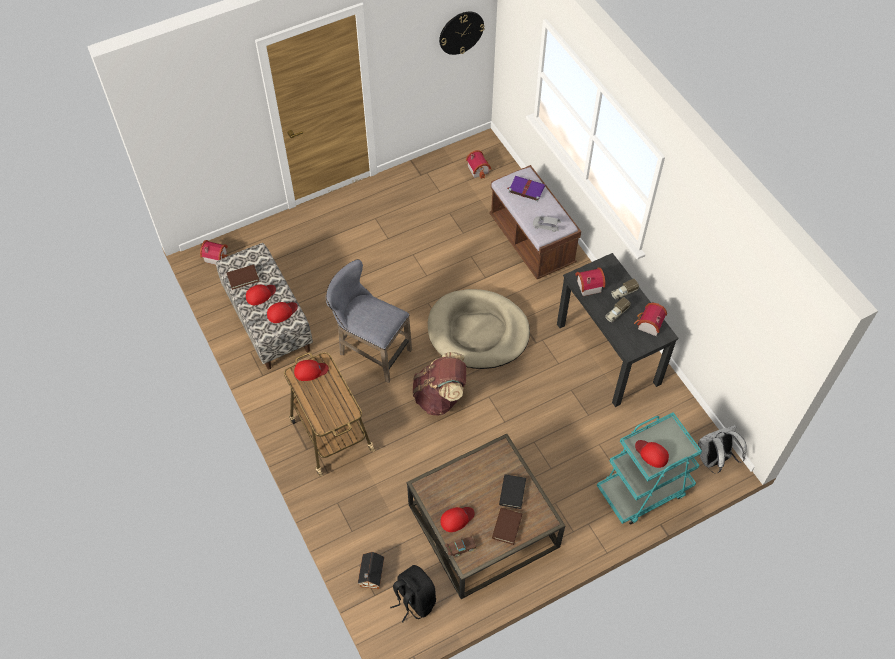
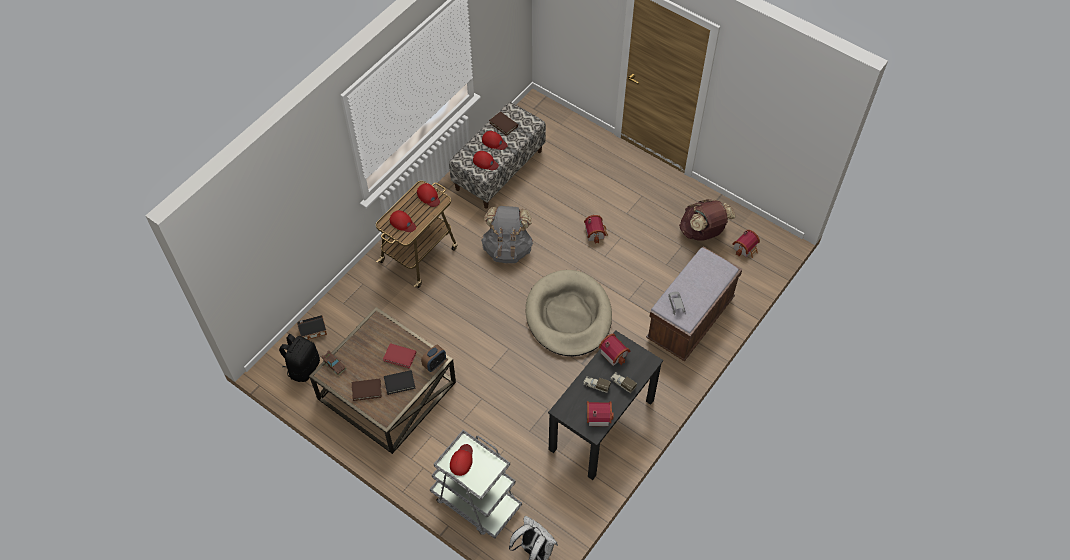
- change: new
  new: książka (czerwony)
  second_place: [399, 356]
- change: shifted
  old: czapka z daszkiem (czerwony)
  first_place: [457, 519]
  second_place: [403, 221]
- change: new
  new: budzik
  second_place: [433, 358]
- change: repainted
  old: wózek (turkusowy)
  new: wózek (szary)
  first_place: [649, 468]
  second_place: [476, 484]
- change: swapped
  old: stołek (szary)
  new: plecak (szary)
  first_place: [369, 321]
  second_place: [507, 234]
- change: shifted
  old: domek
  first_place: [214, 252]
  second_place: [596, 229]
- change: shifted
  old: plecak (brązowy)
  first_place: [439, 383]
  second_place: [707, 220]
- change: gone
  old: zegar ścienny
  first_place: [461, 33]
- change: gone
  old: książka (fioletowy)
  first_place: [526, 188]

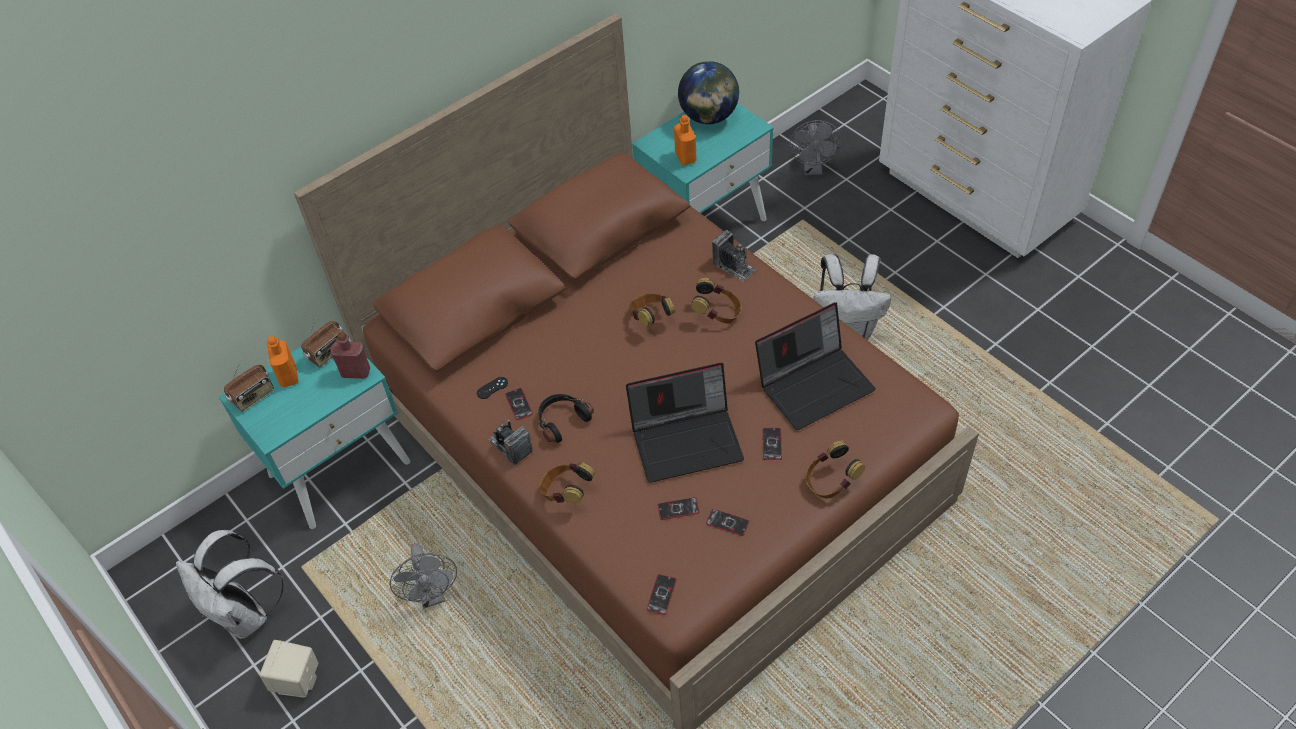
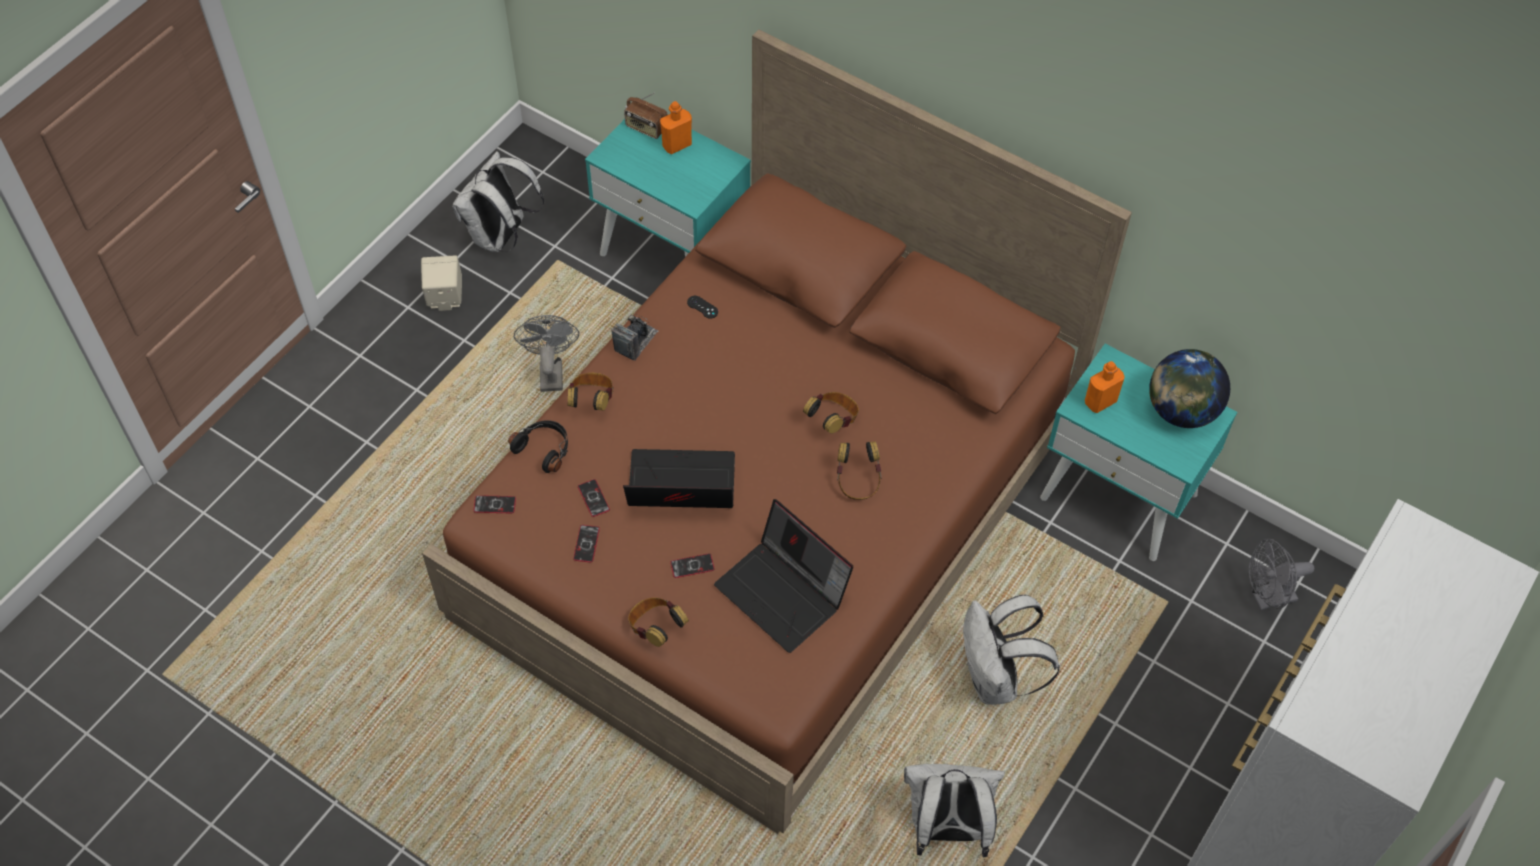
- change: shifted
  old: słuchawki (czarny)
  first_place: [566, 418]
  second_place: [538, 446]
- change: rotated
  old: wentylator (szary)
  first_place: [423, 576]
  second_place: [546, 353]
  degrees: 120
- change: rotated
  old: laptop
  first_place: [685, 423]
  second_place: [679, 478]
  degrees: 120
- change: new
  new: plecak (biały)
  second_place: [954, 810]
- change: gone
  old: radio
  first_place: [322, 341]
- change: gone
  old: butelka (czerwony)
  first_place: [350, 355]
- change: gone
  old: telefon
  first_place: [519, 404]
- change: gone
  old: aparat fotograficzny
  first_place: [734, 256]

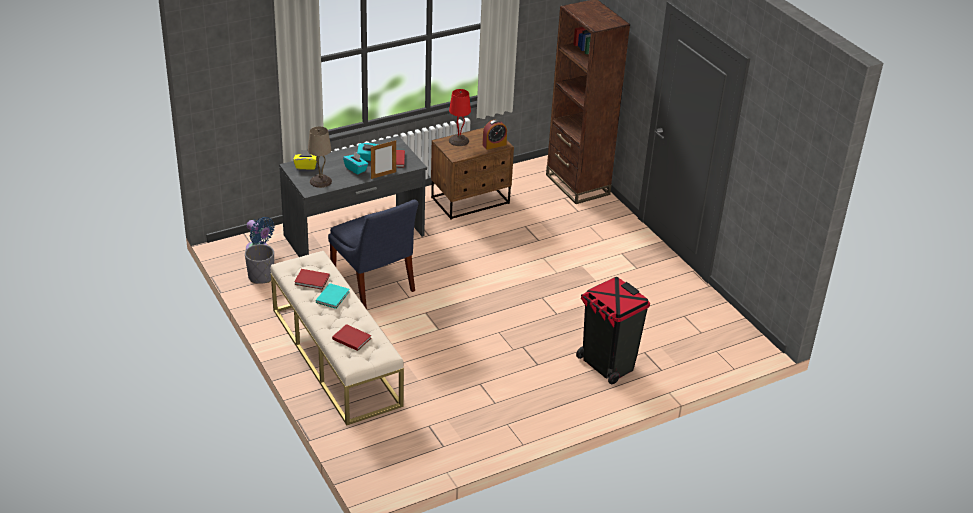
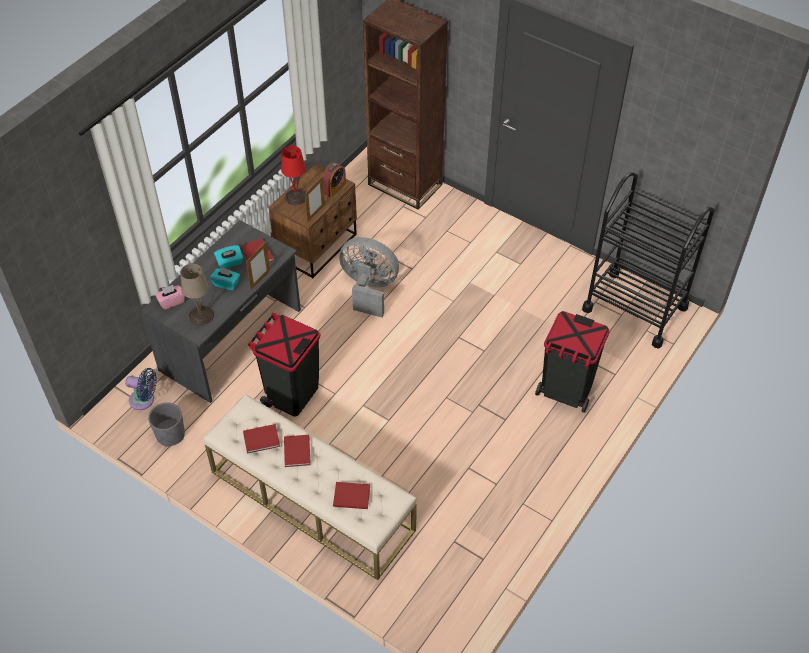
- change: repainted
  old: pudełko chusteczek (żółty)
  new: pudełko chusteczek (różowy)
  first_place: [305, 160]
  second_place: [170, 297]
- change: swapped
  old: krzesło (niebieski)
  new: kosz na śmieci (czarny)
  first_place: [373, 254]
  second_place: [284, 365]
- change: repainted
  old: książka (turkusowy)
  new: książka (czerwony)
  first_place: [332, 296]
  second_place: [297, 451]
- change: new
  new: ramka na zdjęcie
  second_place: [315, 199]
- change: new
  new: wentylator (szary)
  second_place: [369, 277]
- change: new
  new: wózek (czarny)
  second_place: [648, 260]

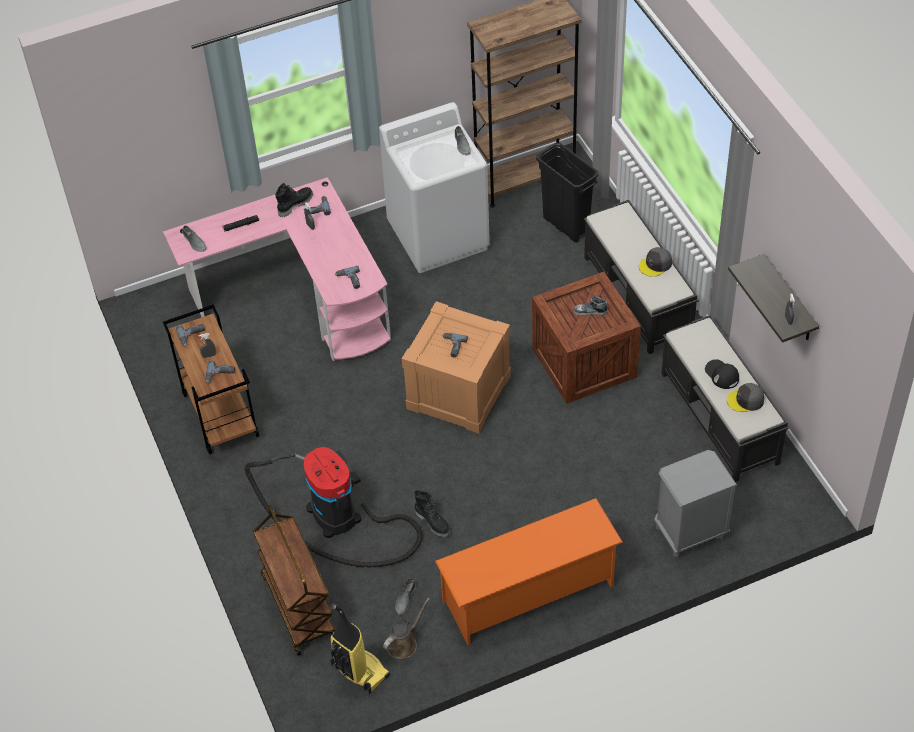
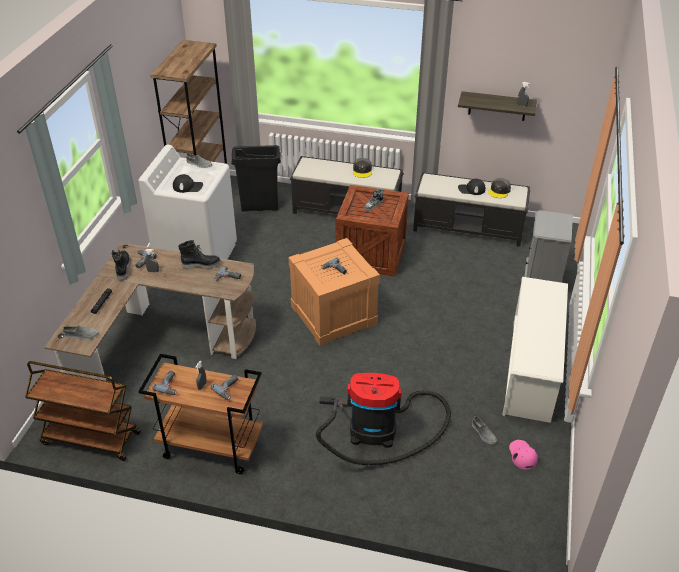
- change: shifted
  old: wózek (brązowy)
  first_place: [294, 580]
  second_place: [83, 411]
- change: repainted
  old: biurko (różowy)
  new: biurko (brązowy)
  first_place: [277, 269]
  second_place: [150, 312]
- change: new
  new: czapka z daszkiem (czarny)
  second_place: [188, 183]
- change: shifted
  old: but z cholewką (czarny)
  first_place: [432, 513]
  second_place: [199, 254]
- change: repainted
  old: regał na buty (pomarańczowy)
  new: regał na buty (biały)
  first_place: [529, 571]
  second_place: [535, 350]
- change: swapped
  old: konewka (brązowy)
  new: czapka z daszkiem (różowy)
  first_place: [406, 628]
  second_place: [523, 455]
- change: gone
  old: odkurzacz
  first_place: [360, 649]

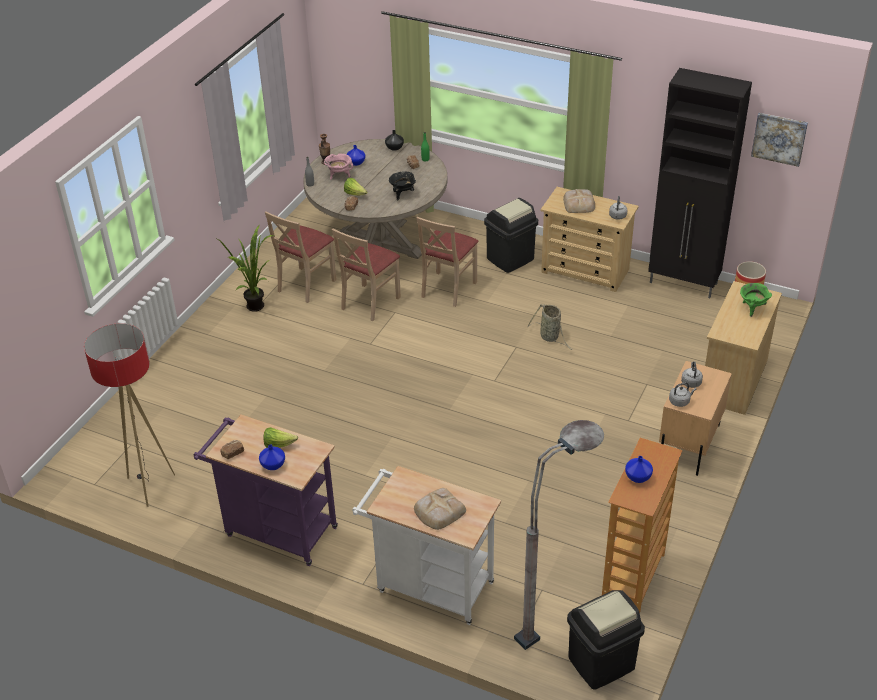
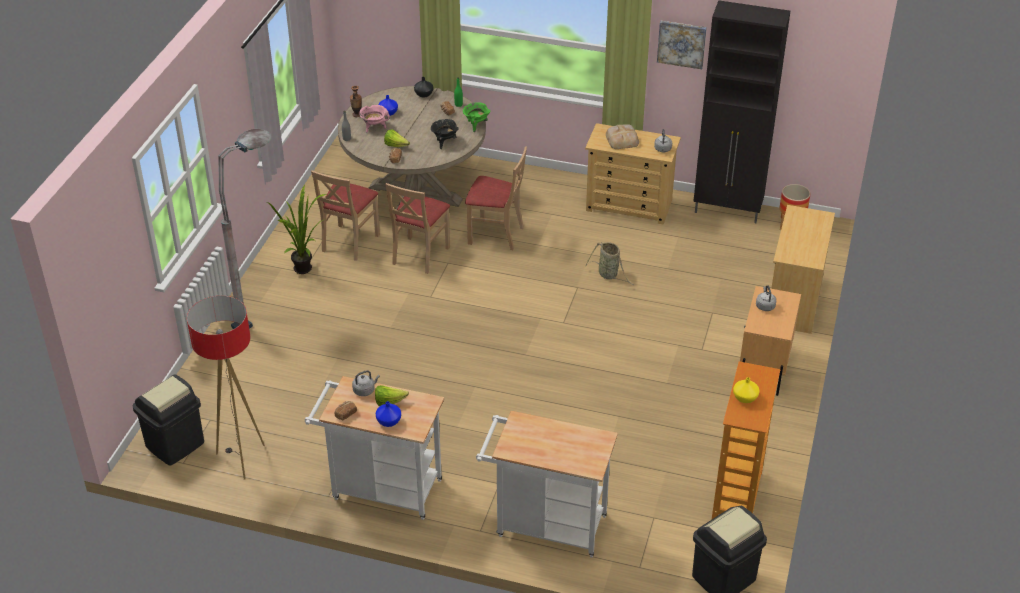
- change: shifted
  old: kosz na śmieci (czarny)
  first_place: [511, 235]
  second_place: [168, 420]
- change: shifted
  old: lampa stojąca (szary)
  first_place: [559, 535]
  second_place: [245, 229]
- change: repainted
  old: wózek (fioletowy)
  new: wózek (biały)
  first_place: [266, 490]
  second_place: [374, 448]
- change: shifted
  old: czajnik (szary)
  first_place: [682, 394]
  second_place: [366, 383]
- change: shifted
  old: garnek (zielony)
  first_place: [756, 300]
  second_place: [477, 117]
- change: rotated
  old: krzesło (beżowy)
  first_place: [447, 262]
  second_place: [496, 198]
  degrees: -90
- change: shifted
  old: obraz
  first_place: [779, 140]
  second_place: [682, 45]
- change: repainted
  old: wazon (niebieski)
  new: wazon (żółty)
  first_place: [639, 469]
  second_place: [746, 390]
- change: gone
  old: chleb
  first_place: [440, 509]

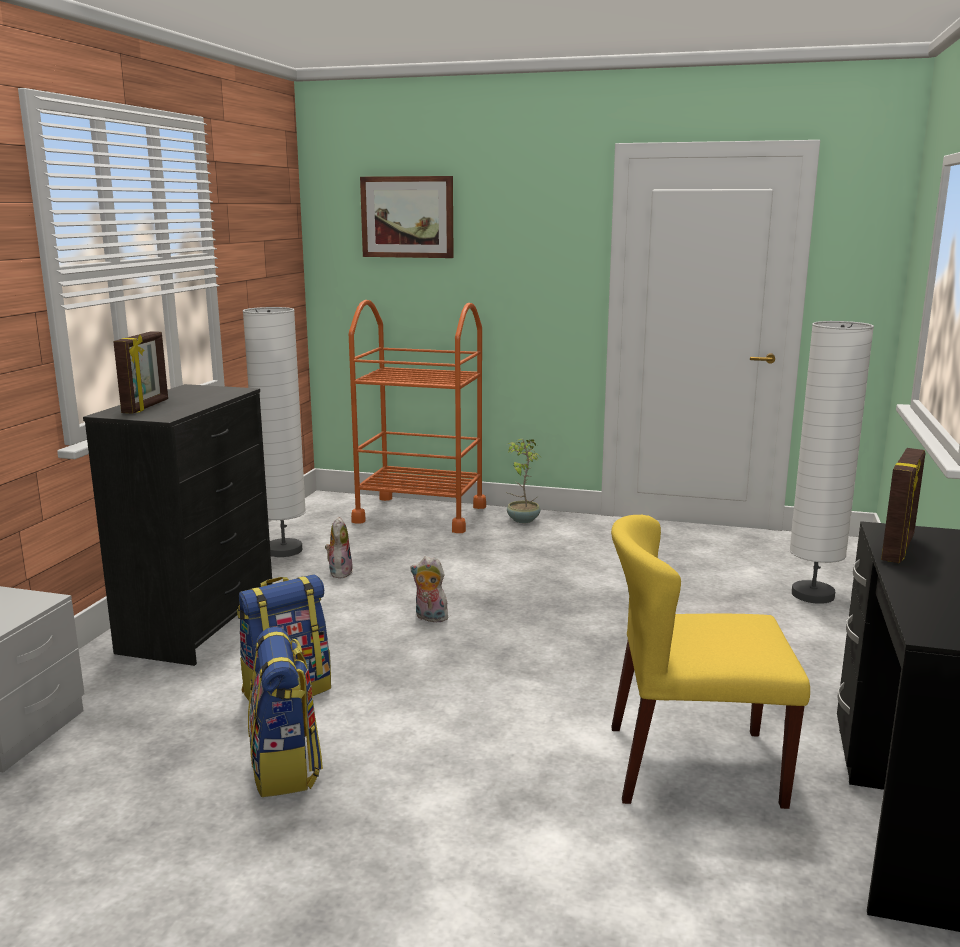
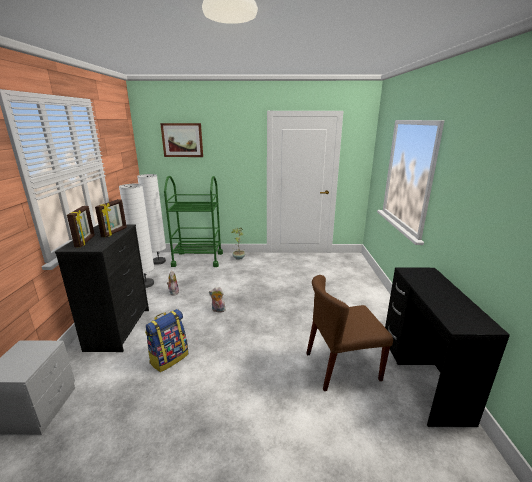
- change: shifted
  old: ramka na zdjęcie
  first_place: [903, 505]
  second_place: [111, 218]
- change: shifted
  old: lampa stojąca (biały)
  first_place: [831, 462]
  second_place: [151, 219]
- change: repainted
  old: wózek (pomarańczowy)
  new: wózek (zielony)
  first_place: [417, 416]
  second_place: [193, 221]
- change: repainted
  old: krzesło (żółty)
  new: krzesło (brązowy)
  first_place: [710, 662]
  second_place: [349, 333]
- change: gone
  old: plecak
  first_place: [285, 712]

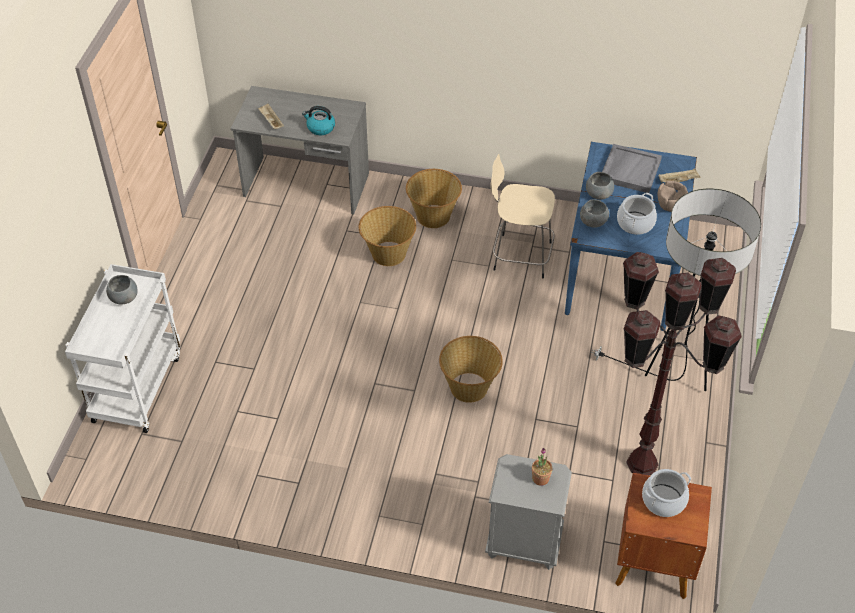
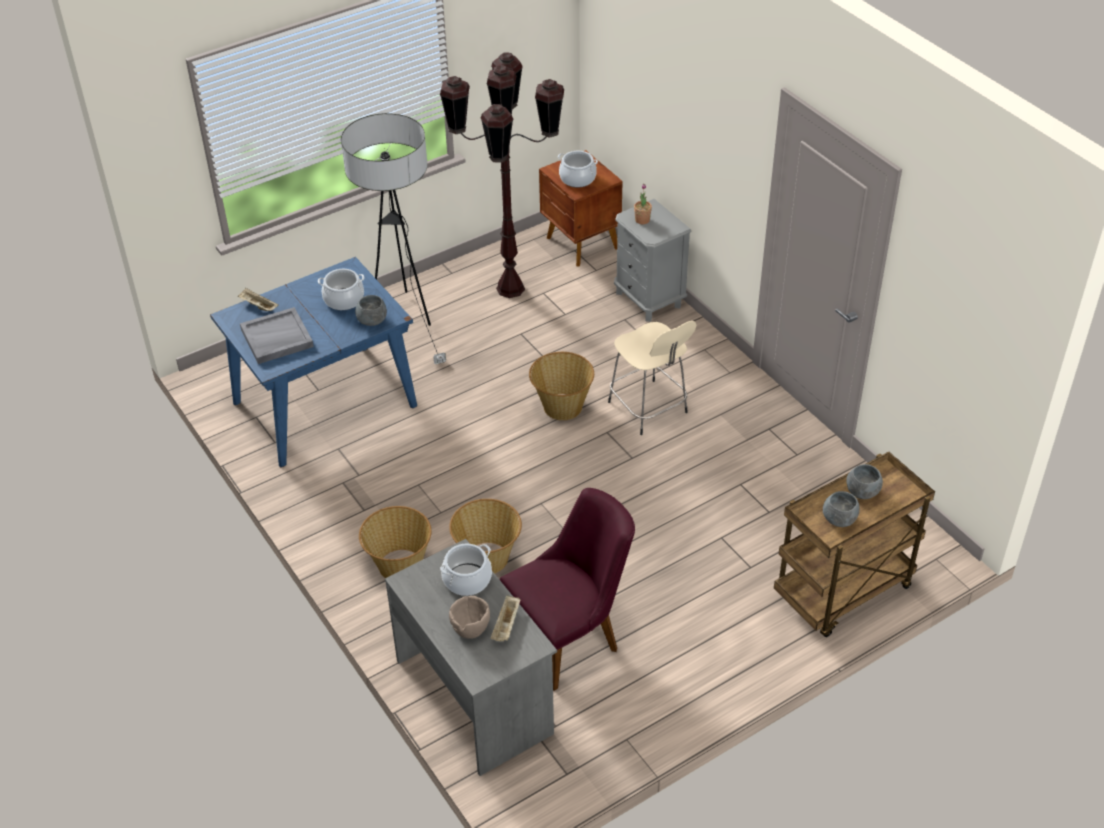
- change: swapped
  old: czajnik
  new: garnek
  first_place: [318, 120]
  second_place: [466, 569]
- change: shifted
  old: miska (brązowy)
  first_place: [673, 196]
  second_place: [469, 617]
- change: new
  new: krzesło (fioletowy)
  second_place: [567, 589]
- change: shifted
  old: stołek (beżowy)
  first_place: [522, 216]
  second_place: [652, 378]
- change: repainted
  old: wózek (biały)
  new: wózek (brązowy)
  first_place: [122, 348]
  second_place: [854, 544]
- change: shifted
  old: miska (szary)
  first_place: [600, 186]
  second_place: [864, 481]

